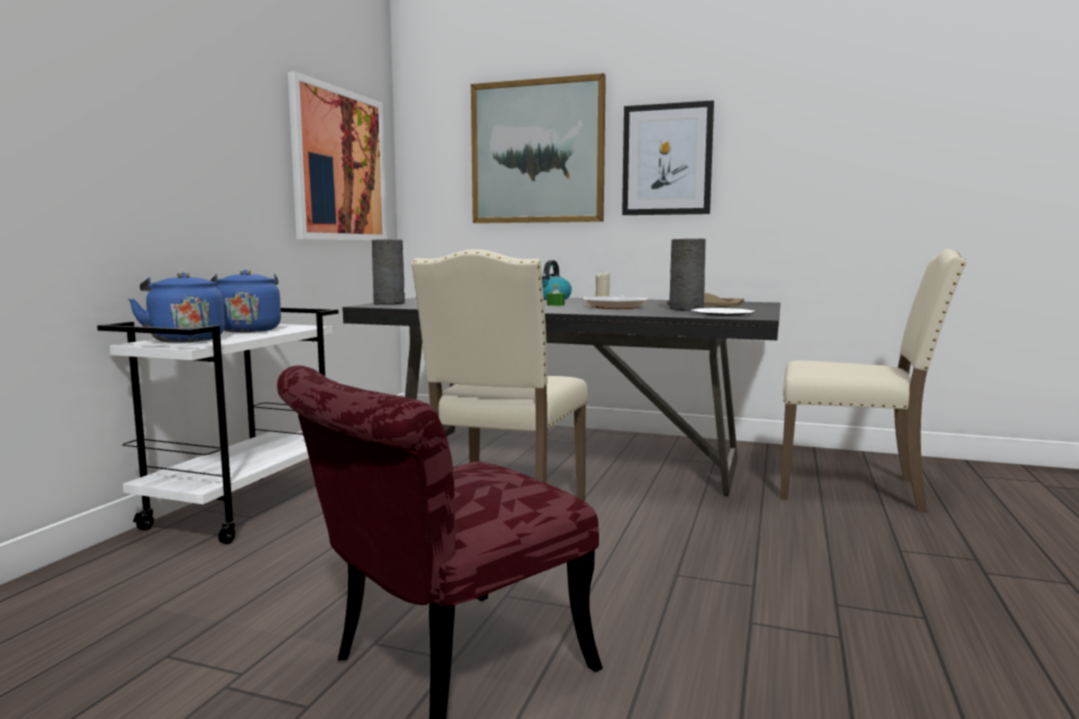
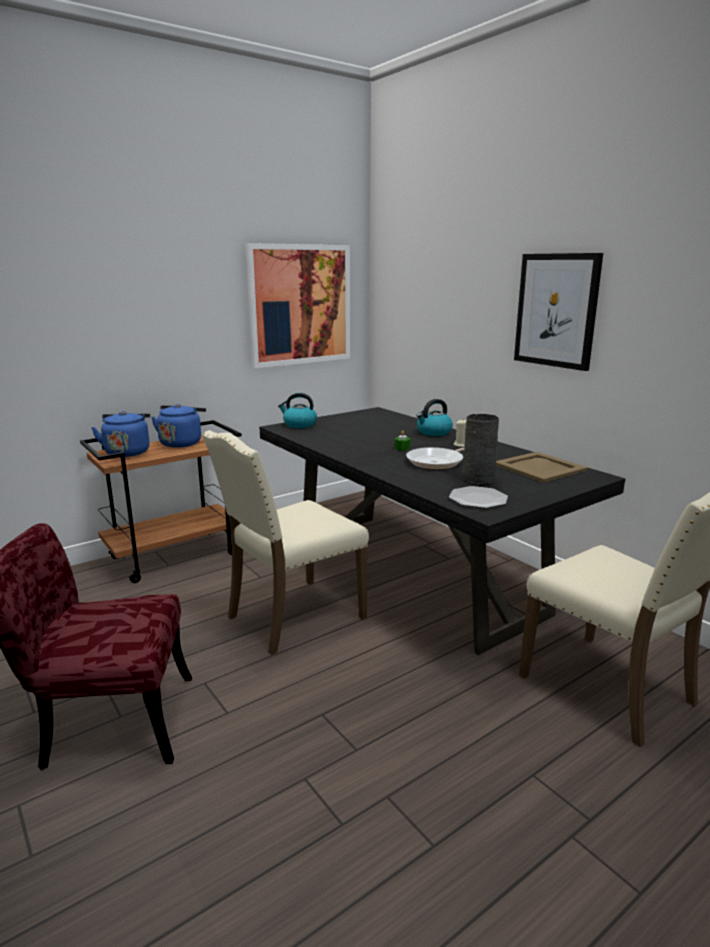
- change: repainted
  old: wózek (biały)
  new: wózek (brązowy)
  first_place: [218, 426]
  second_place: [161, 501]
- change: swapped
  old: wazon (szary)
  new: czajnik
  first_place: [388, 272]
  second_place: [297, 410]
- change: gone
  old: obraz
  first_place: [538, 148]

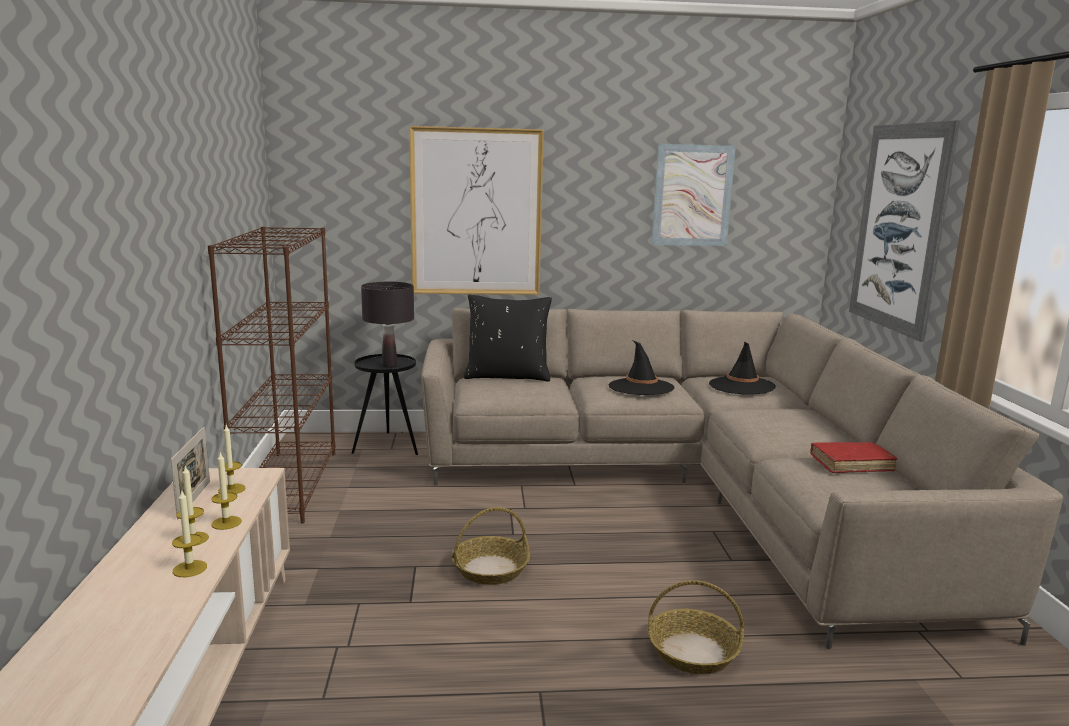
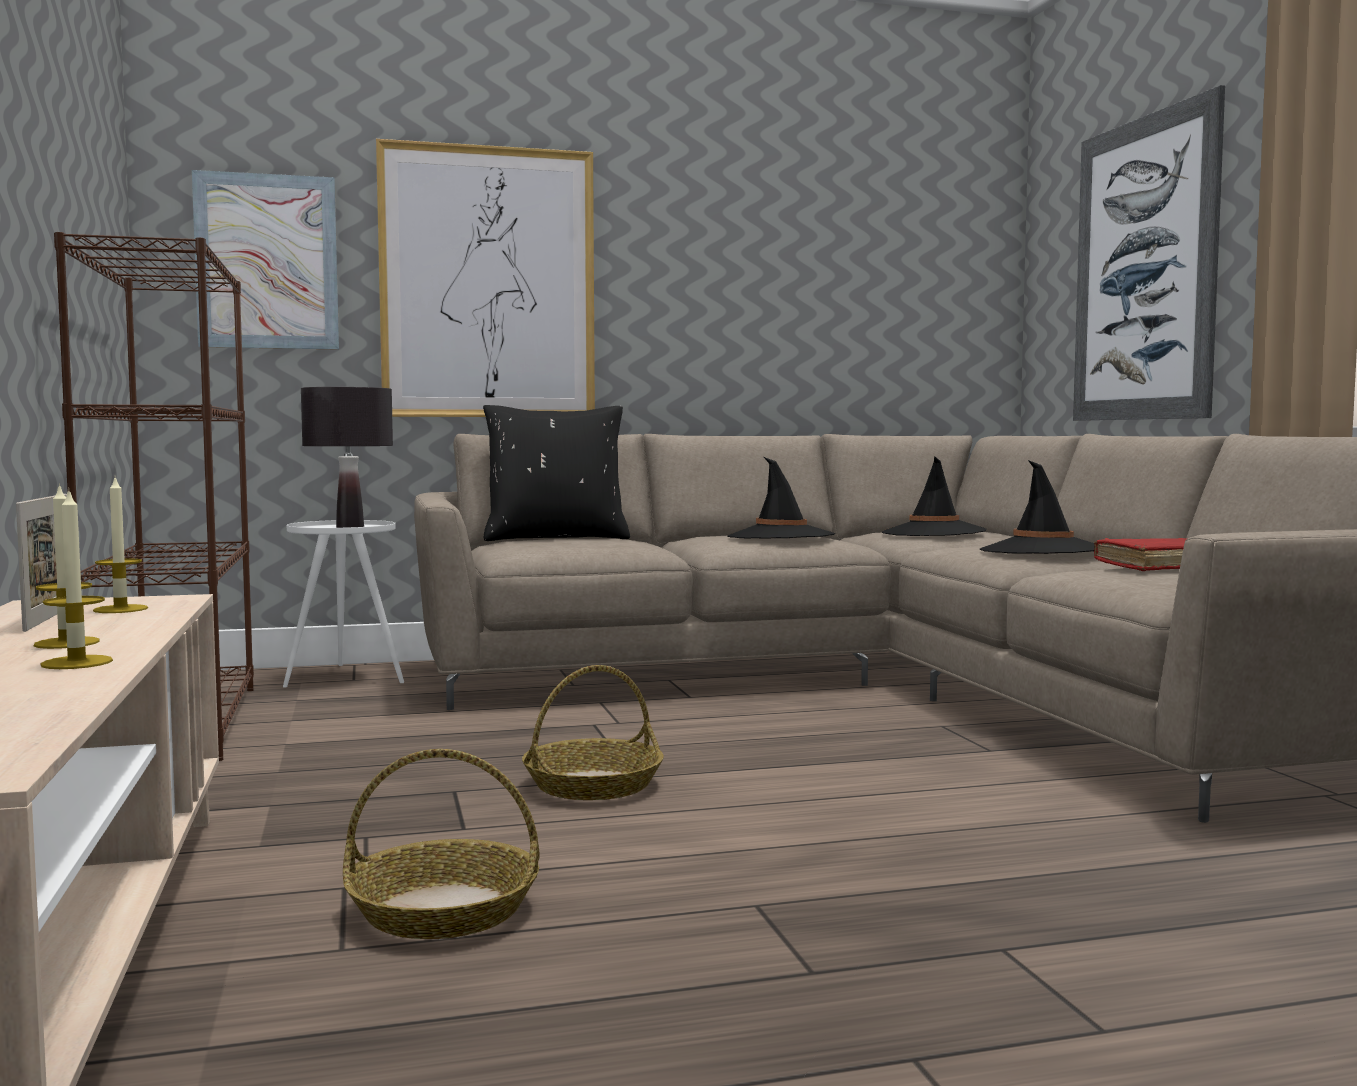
- change: shifted
  old: obraz
  first_place: [694, 195]
  second_place: [265, 260]
- change: repainted
  old: stolik (czarny)
  new: stolik (biały)
  first_place: [385, 404]
  second_place: [343, 603]
- change: shifted
  old: koszyk
  first_place: [696, 627]
  second_place: [441, 844]
- change: new
  new: kapelusz (czarny)
  second_place: [1037, 507]
- change: gone
  old: świeca
  first_place: [226, 491]

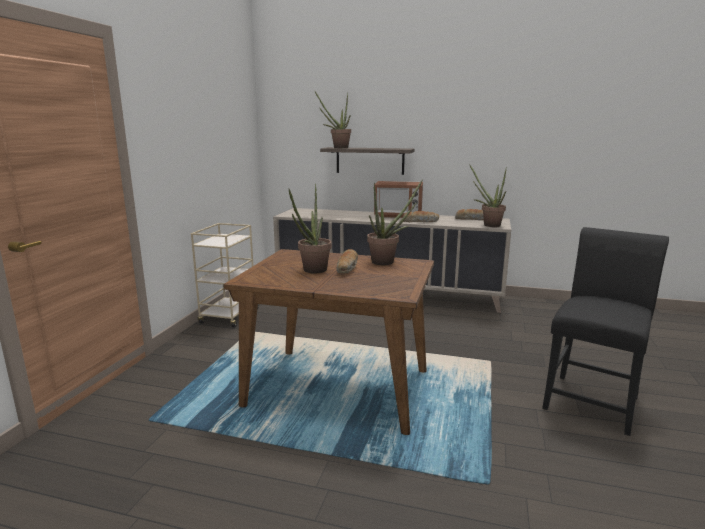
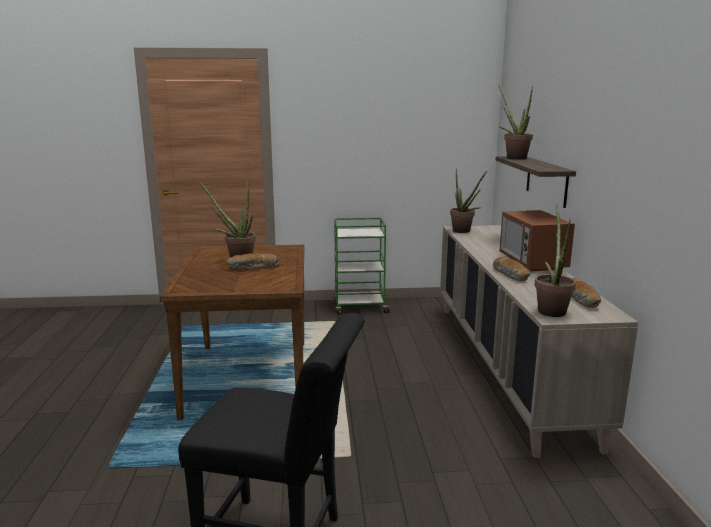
- change: repainted
  old: wózek (beżowy)
  new: wózek (zielony)
  first_place: [225, 275]
  second_place: [363, 266]
- change: shifted
  old: roślina doniczkowa
  first_place: [395, 222]
  second_place: [468, 201]

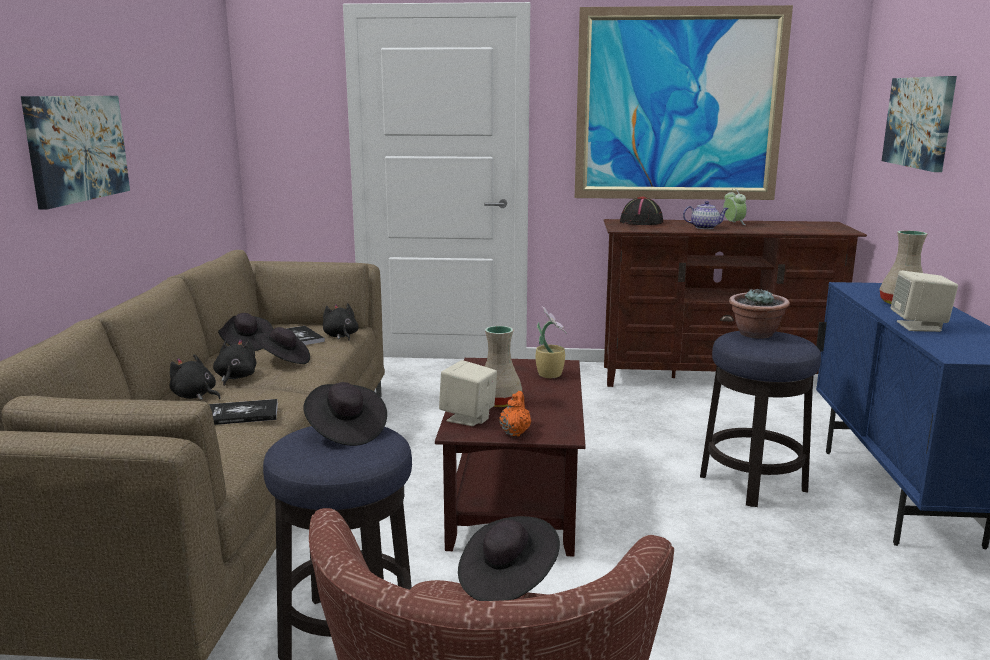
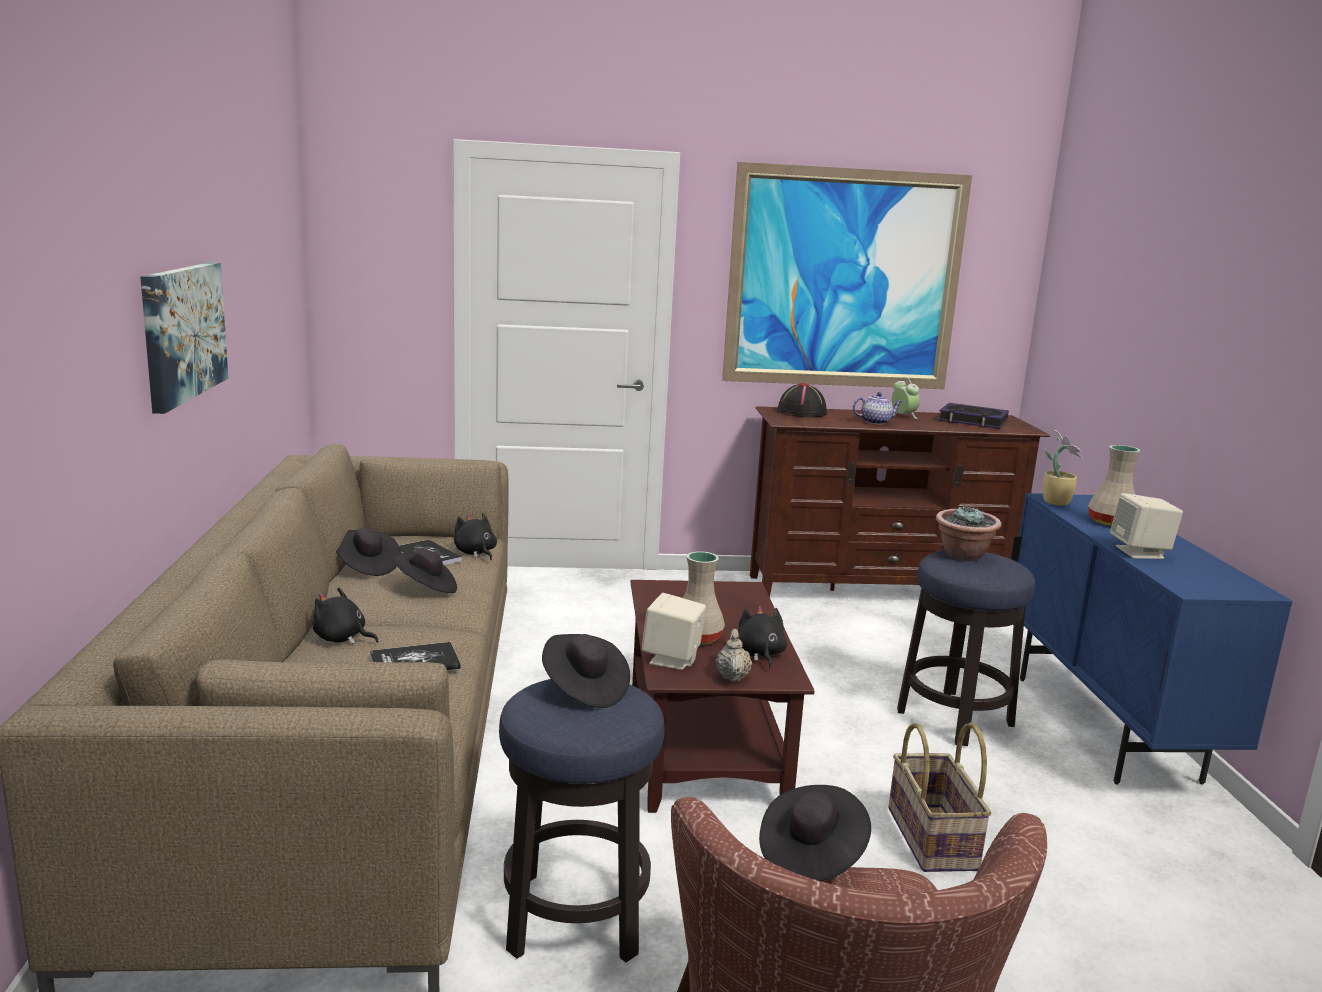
- change: repainted
  old: imbryk (pomarańczowy)
  new: imbryk (beżowy)
  first_place: [515, 413]
  second_place: [734, 655]
- change: shifted
  old: pluszak (czarny)
  first_place: [234, 362]
  second_place: [762, 637]
- change: new
  new: koszyk
  second_place: [940, 797]
- change: new
  new: książka
  second_place: [973, 416]
- change: shifted
  old: roślina doniczkowa
  first_place: [551, 342]
  second_place: [1063, 468]
- change: gone
  old: obraz
  first_place: [919, 124]

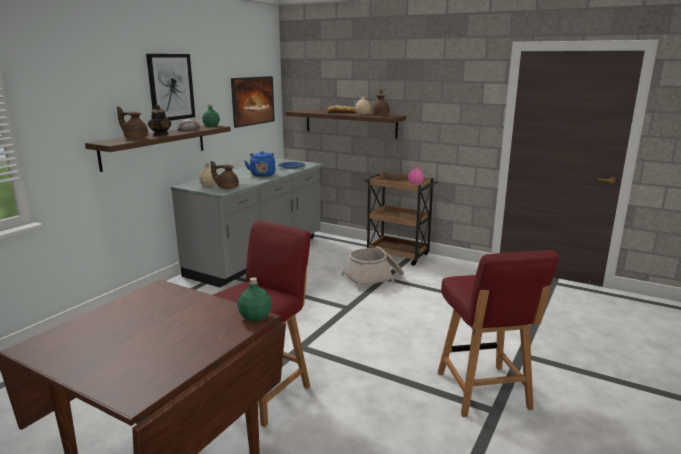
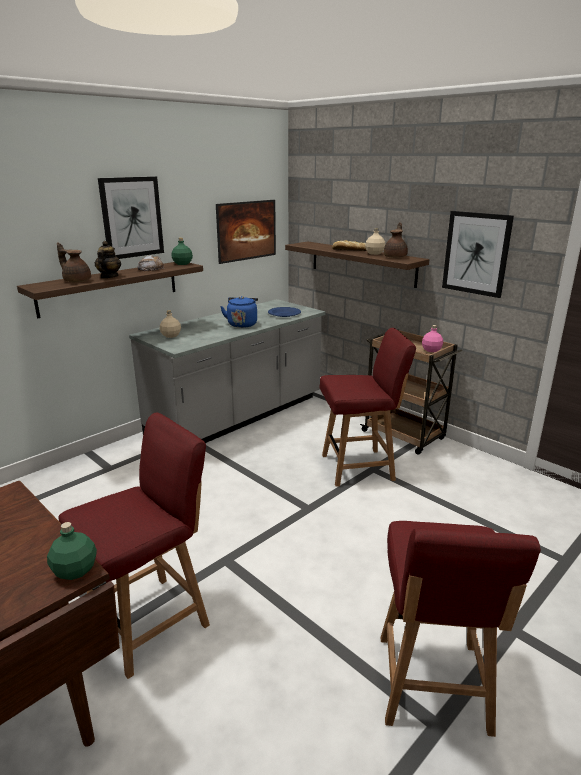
- change: swapped
  old: koszyk
  new: krzesło (czerwony)
  first_place: [372, 268]
  second_place: [367, 407]
- change: new
  new: obraz
  second_place: [478, 254]
- change: gone
  old: imbryk (brązowy)
  first_place: [225, 175]

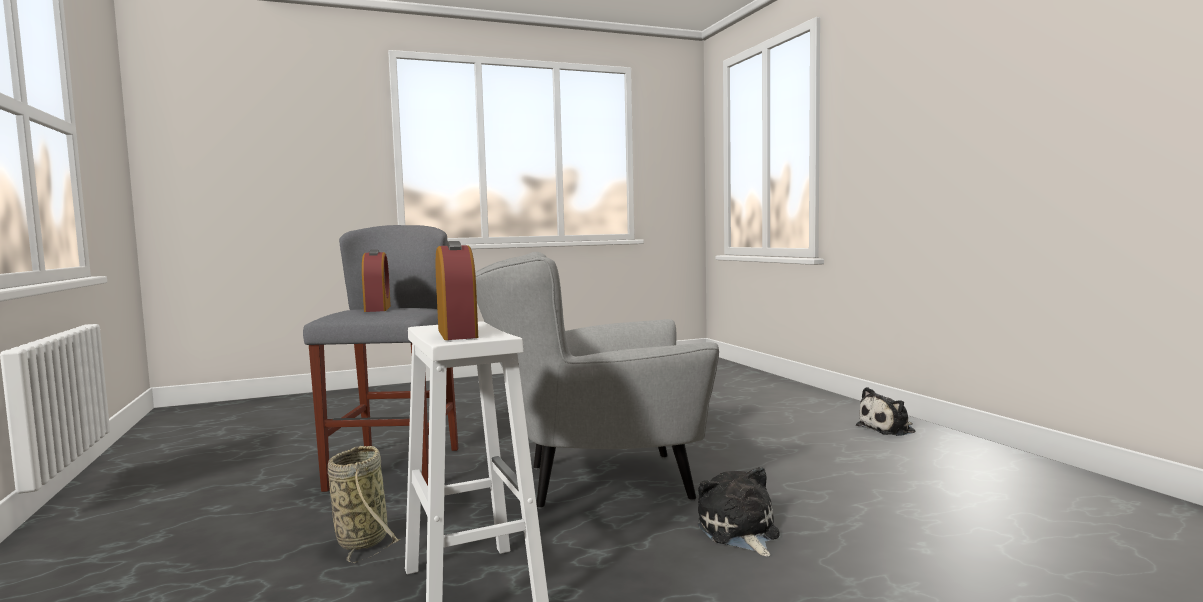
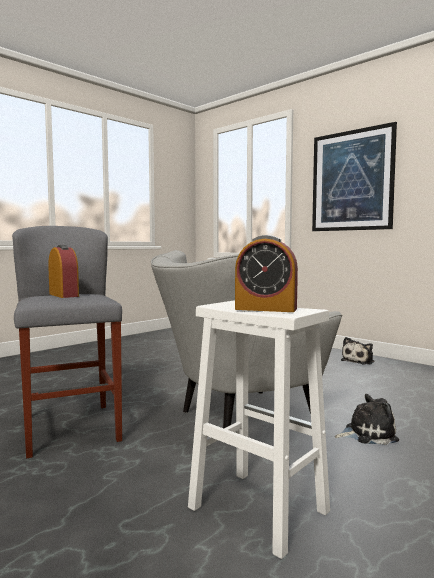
- change: rotated
  old: budzik
  first_place: [457, 290]
  second_place: [266, 273]
  degrees: 150
- change: new
  new: obraz
  second_place: [354, 176]
- change: rotated
  old: pluszak
  first_place: [739, 512]
  second_place: [366, 419]
  degrees: 120
- change: gone
  old: koszyk
  first_place: [364, 504]

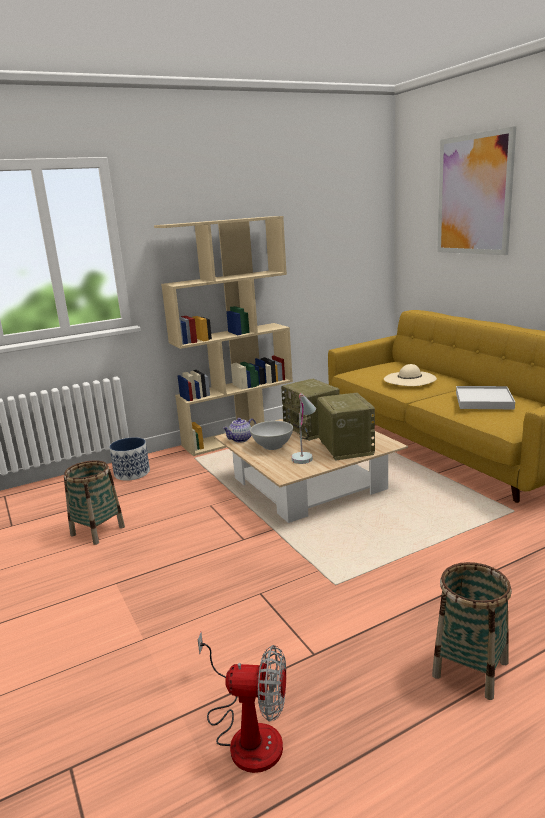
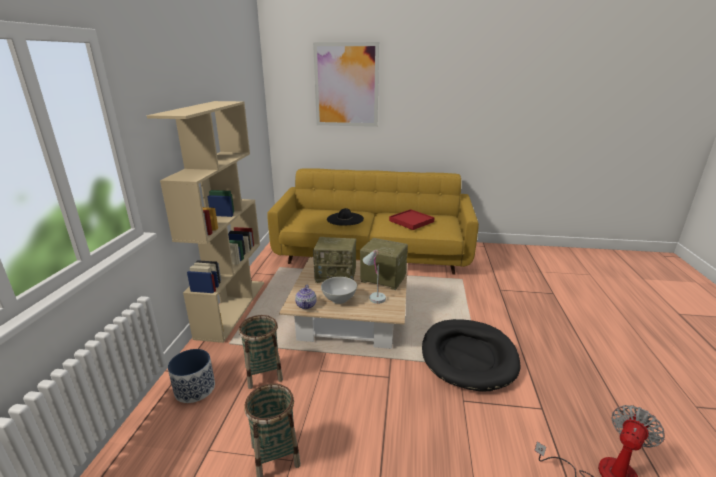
- change: shifted
  old: koszyk
  first_place: [472, 631]
  second_place: [261, 352]
- change: repainted
  old: kapelusz (beżowy)
  new: kapelusz (czarny)
  first_place: [410, 375]
  second_place: [345, 216]
- change: repainted
  old: taca (biały)
  new: taca (czerwony)
  first_place: [485, 397]
  second_place: [412, 219]
- change: new
  new: legowisko (czarny)
  second_place: [471, 355]

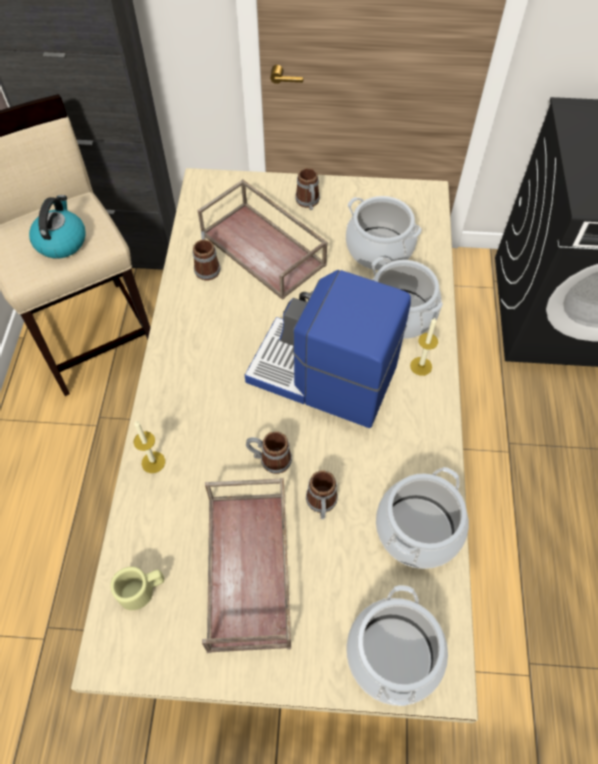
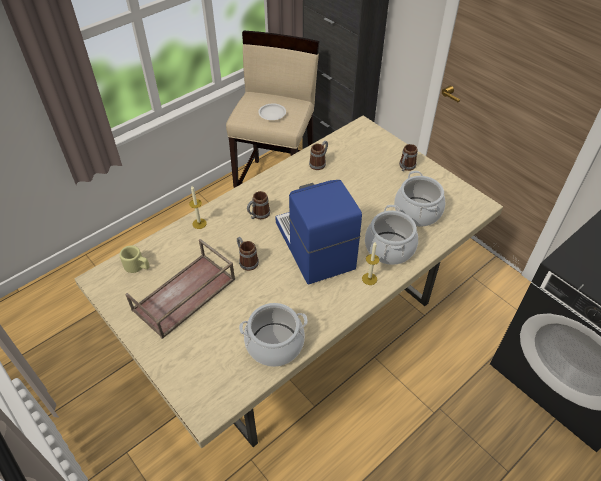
- change: shifted
  old: kubek
  first_place: [322, 494]
  second_place: [258, 205]
- change: swapped
  old: czajnik
  new: talerz (biały)
  first_place: [57, 226]
  second_place: [272, 111]
- change: gone
  old: taca (brązowy)
  first_place: [263, 239]
- change: gone
  old: garnek
  first_place: [397, 645]

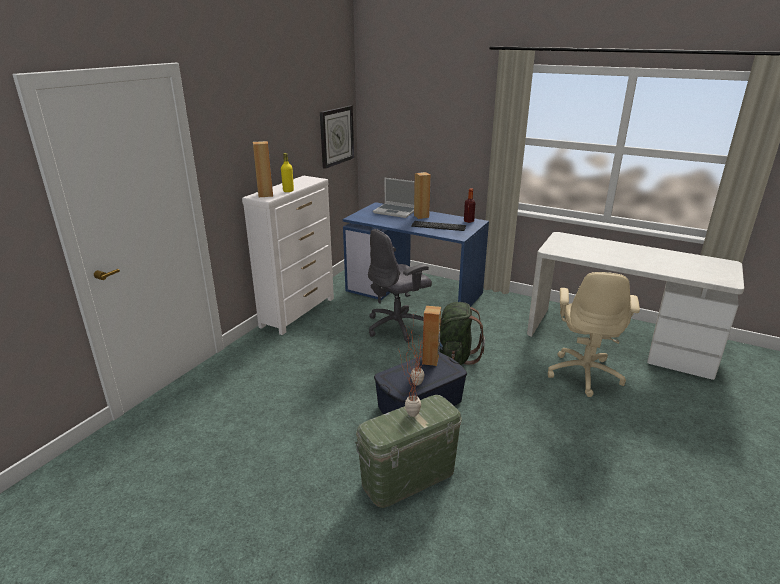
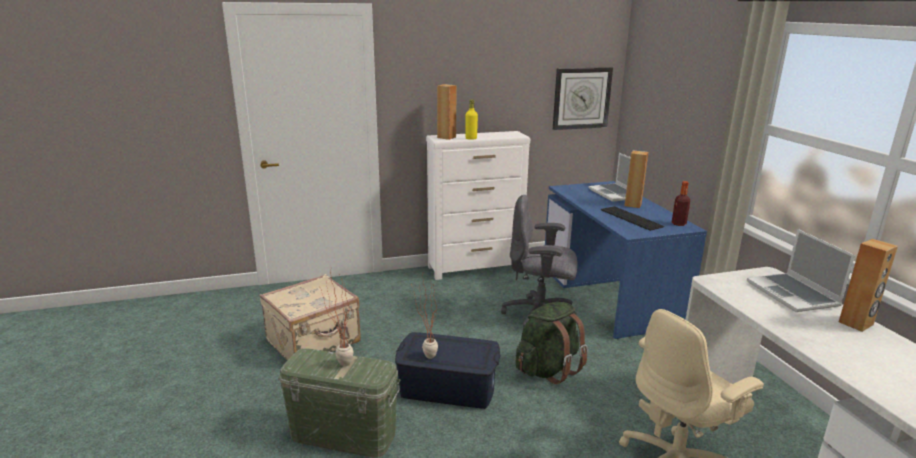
- change: new
  new: walizka (beżowy)
  second_place: [310, 317]
- change: new
  new: laptop
  second_place: [801, 270]
- change: shifted
  old: głośnik (brązowy)
  first_place: [431, 336]
  second_place: [868, 285]

